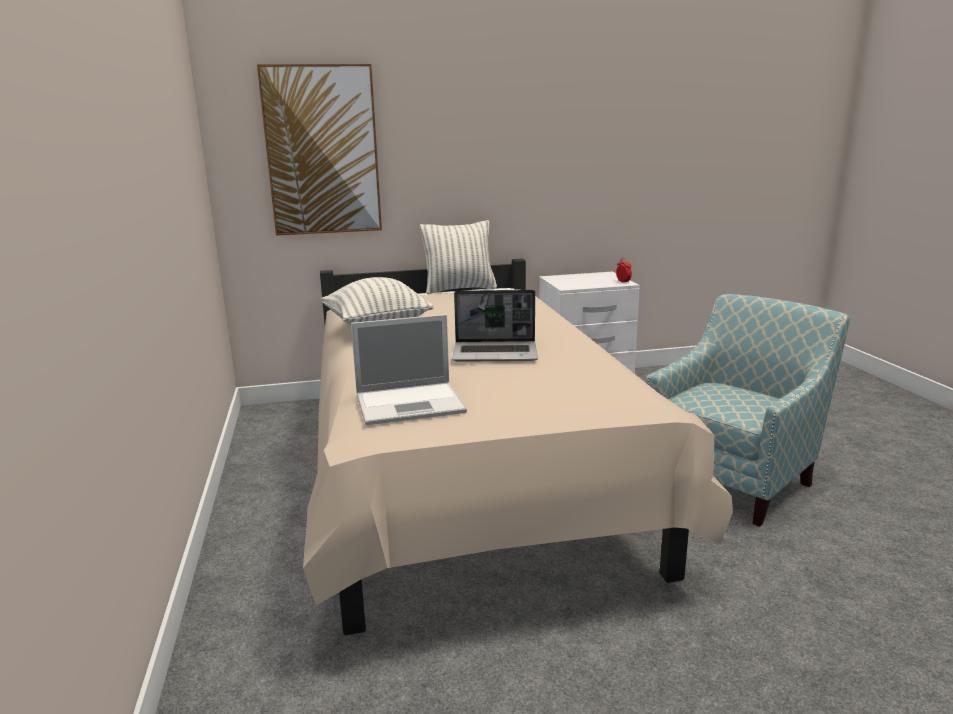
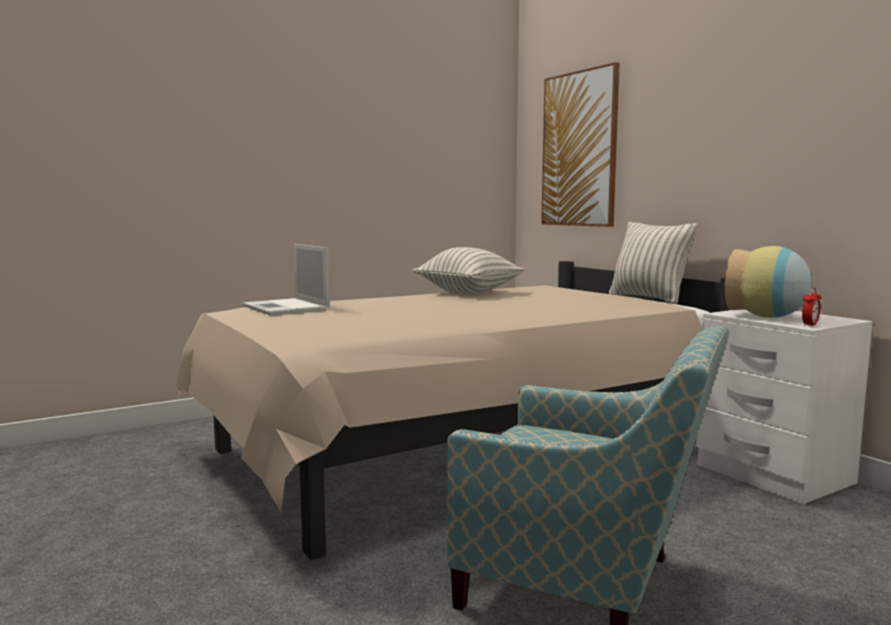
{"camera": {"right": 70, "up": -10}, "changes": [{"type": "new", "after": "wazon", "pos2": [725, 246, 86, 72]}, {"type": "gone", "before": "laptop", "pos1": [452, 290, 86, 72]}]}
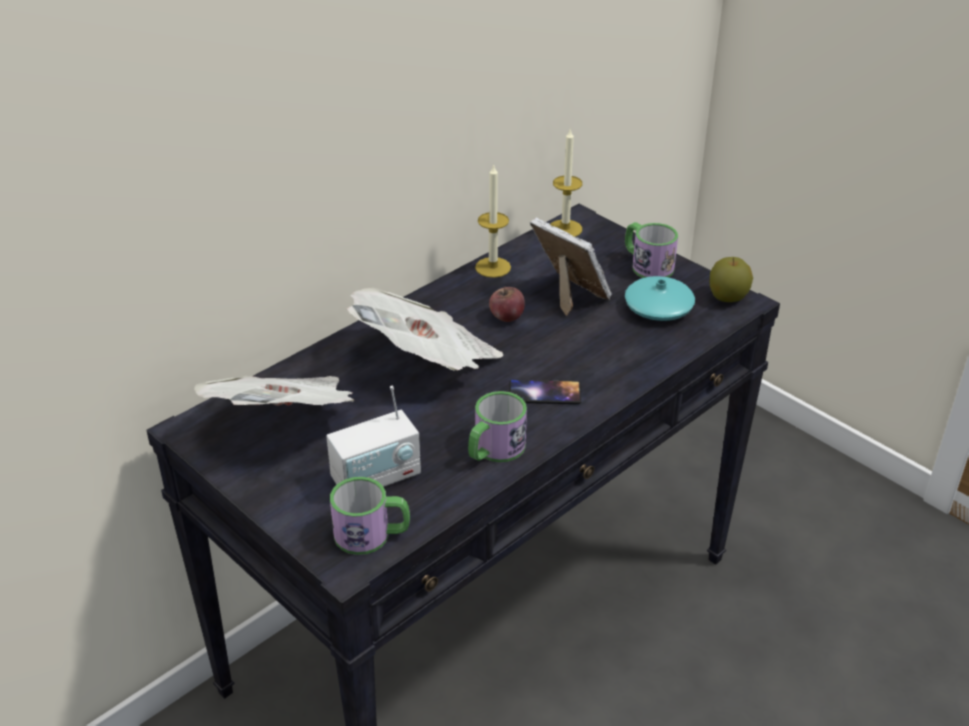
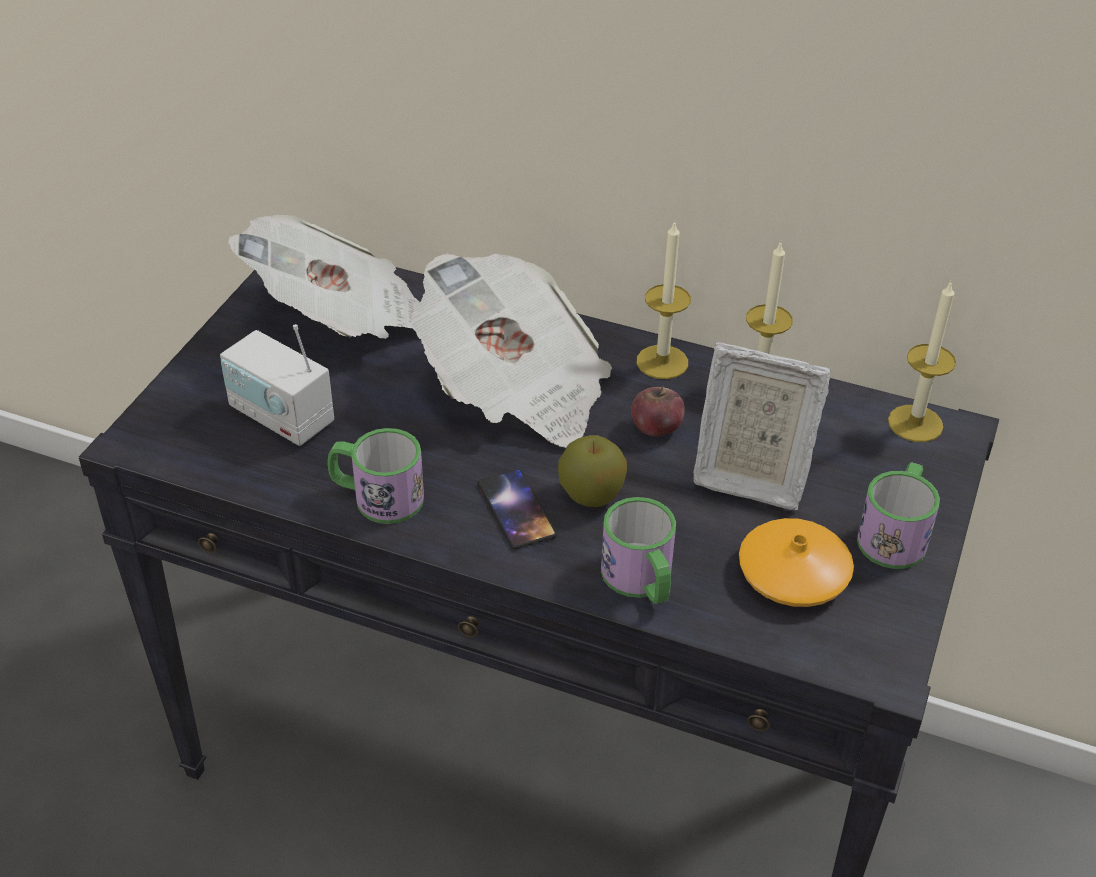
{"camera": {"right": 65, "up": 5}, "changes": [{"type": "shifted", "before": "jabłko", "pos1": [710, 257, 43, 45], "pos2": [558, 435, 69, 72]}, {"type": "shifted", "before": "kubek", "pos1": [330, 477, 80, 78], "pos2": [601, 497, 75, 107]}, {"type": "new", "after": "świeca", "pos2": [637, 220, 54, 159]}, {"type": "rotated", "before": "ramka na zdjęcie", "pos1": [530, 217, 82, 99], "pos2": [693, 342, 138, 168], "turn": 90}, {"type": "repainted", "before": "wazon (turkusowy)", "after": "wazon (pomarańczowy)", "pos1": [625, 276, 70, 45], "pos2": [739, 518, 115, 89]}]}
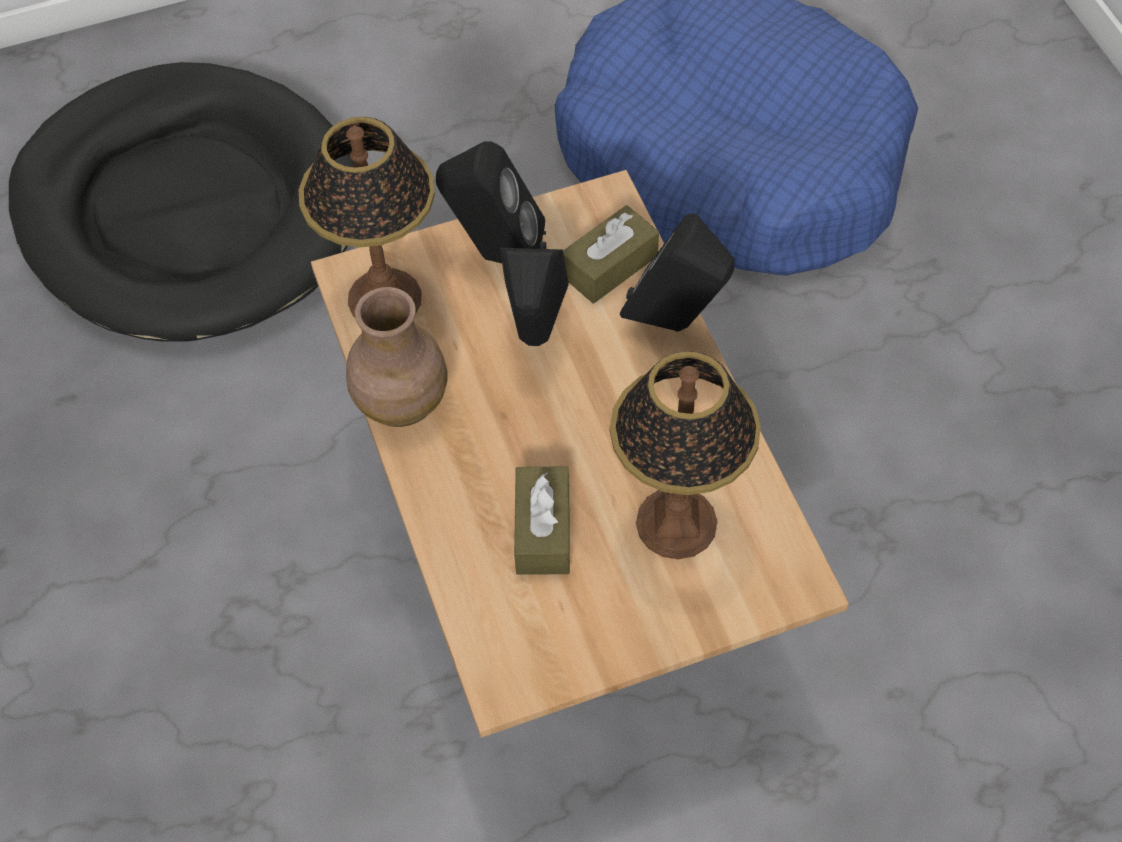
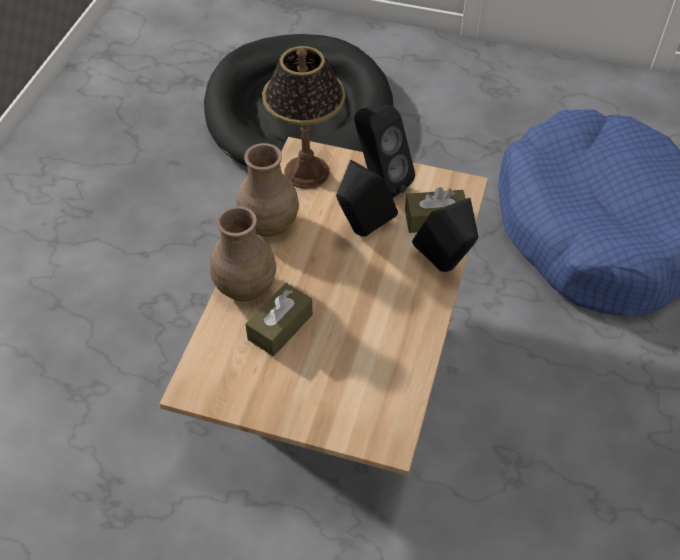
{"camera": {"right": 35, "up": -5}, "changes": [{"type": "new", "after": "wazon (brązowy)", "pos2": [210, 206, 66, 95]}, {"type": "gone", "before": "lampa stołowa", "pos1": [610, 351, 151, 208]}]}
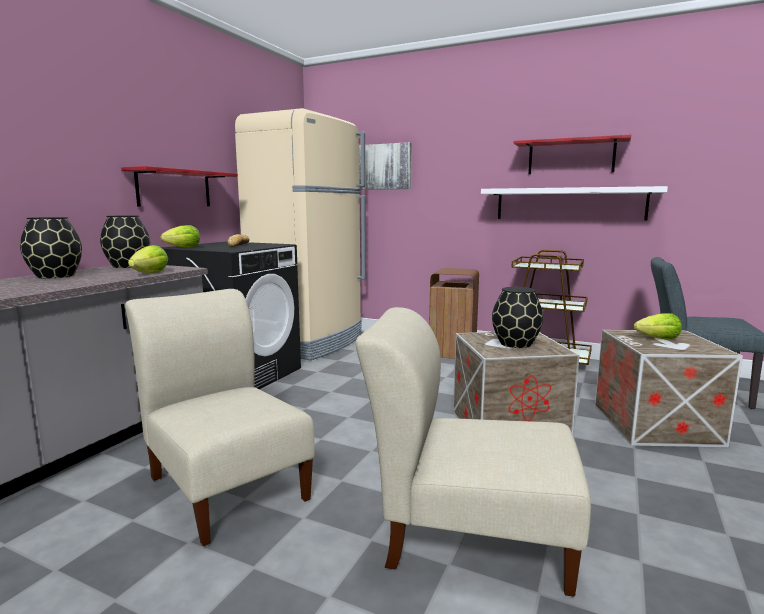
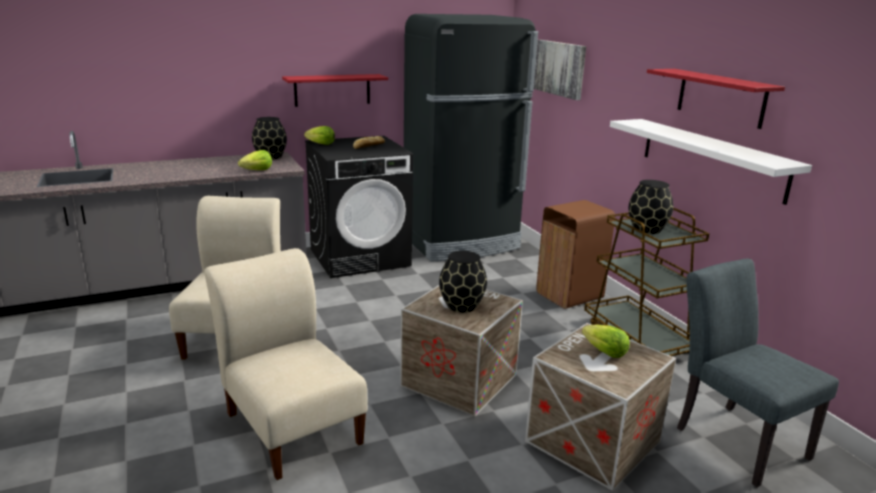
{"camera": {"right": 40, "up": 10}, "changes": [{"type": "repainted", "before": "lodówka (beżowy)", "after": "lodówka (czarny)", "pos1": [235, 108, 131, 252], "pos2": [404, 14, 134, 247]}, {"type": "shifted", "before": "wazon (czarny)", "pos1": [20, 217, 62, 61], "pos2": [629, 180, 44, 54]}]}
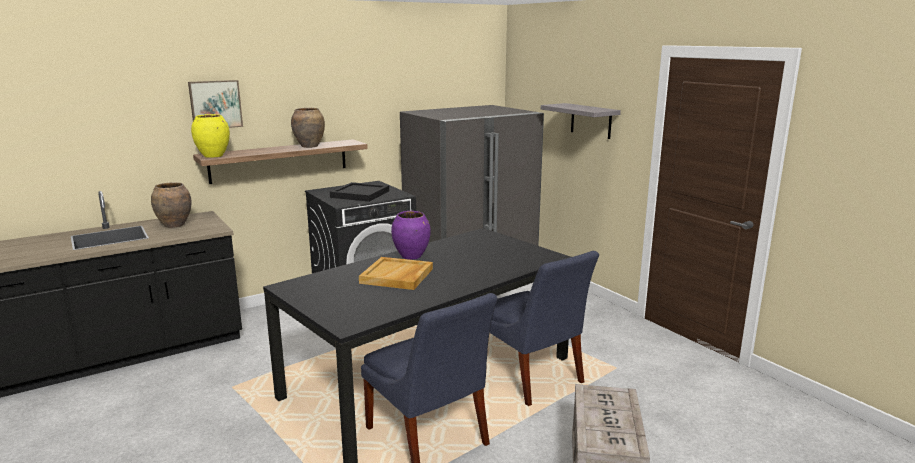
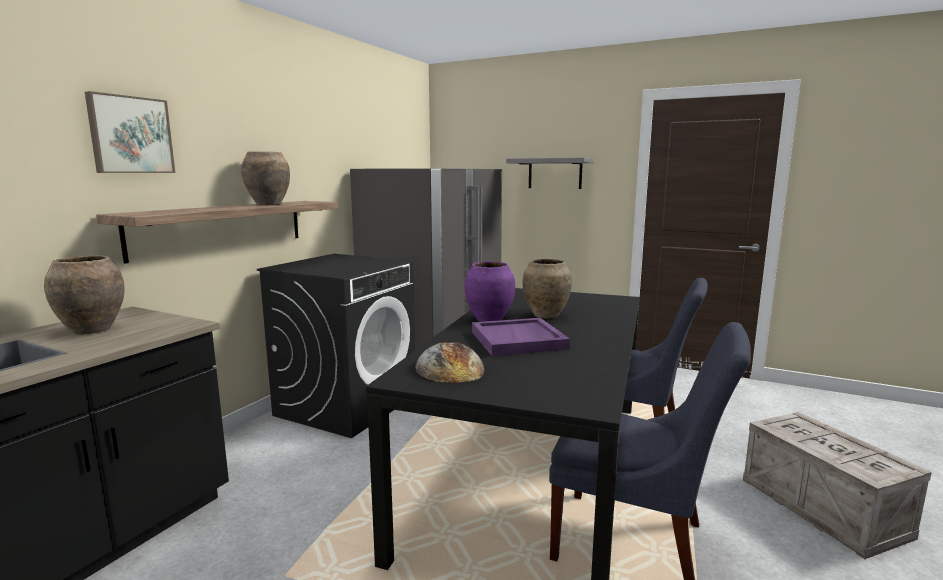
{"camera": {"right": -30, "up": -5}, "changes": [{"type": "new", "after": "chleb", "pos2": [415, 342, 70, 41]}, {"type": "repainted", "before": "taca (beżowy)", "after": "taca (fioletowy)", "pos1": [359, 257, 74, 33], "pos2": [472, 318, 98, 38]}, {"type": "new", "after": "wazon (brązowy)", "pos2": [522, 259, 50, 60]}, {"type": "gone", "before": "wazon (żółty)", "pos1": [191, 114, 39, 44]}, {"type": "gone", "before": "taca (czarny)", "pos1": [330, 182, 59, 20]}]}
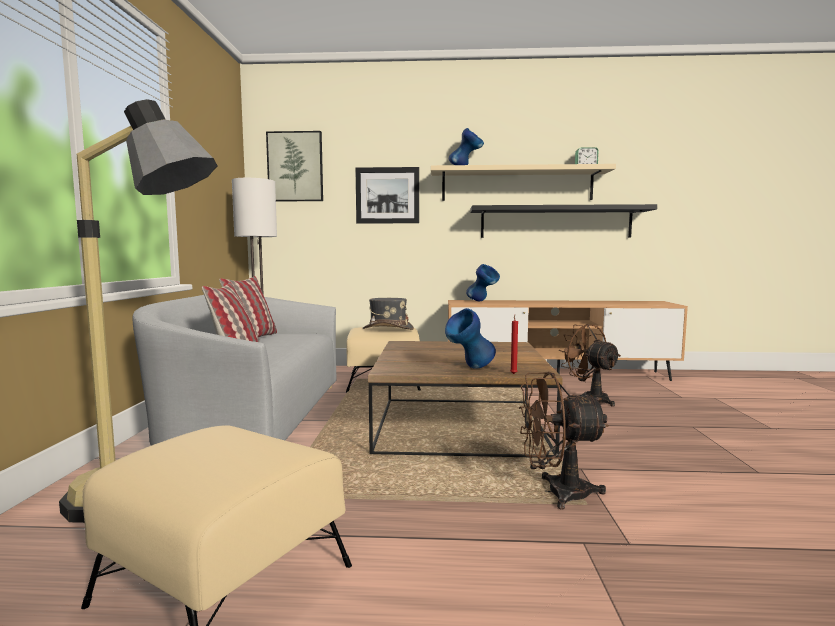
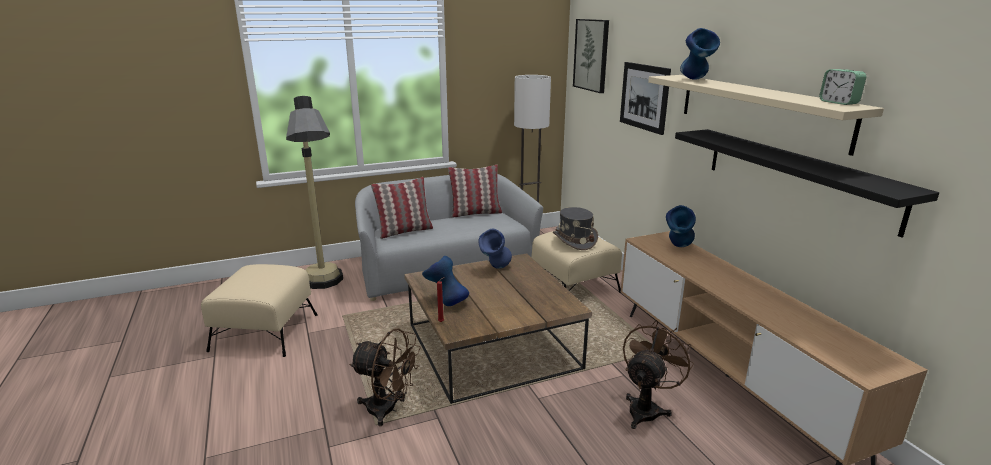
{"camera": {"right": 65, "up": 15}, "changes": [{"type": "rotated", "before": "wentylator (brązowy)", "pos1": [519, 372, 90, 138], "pos2": [349, 328, 72, 98], "turn": 135}, {"type": "new", "after": "wazon (niebieski)", "pos2": [478, 228, 34, 41]}]}
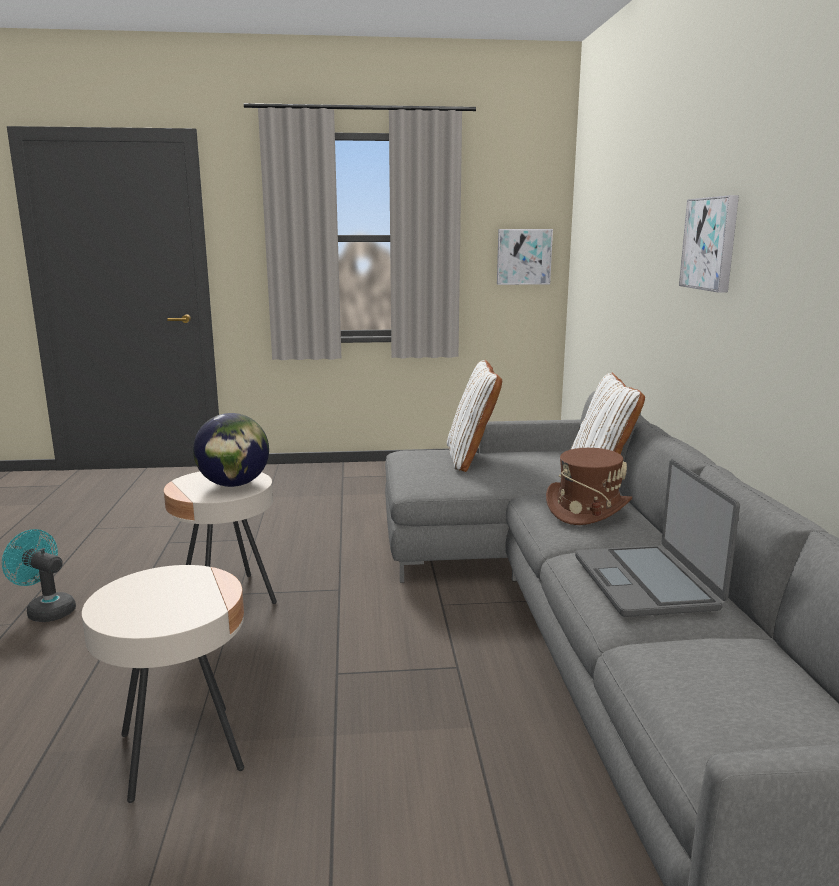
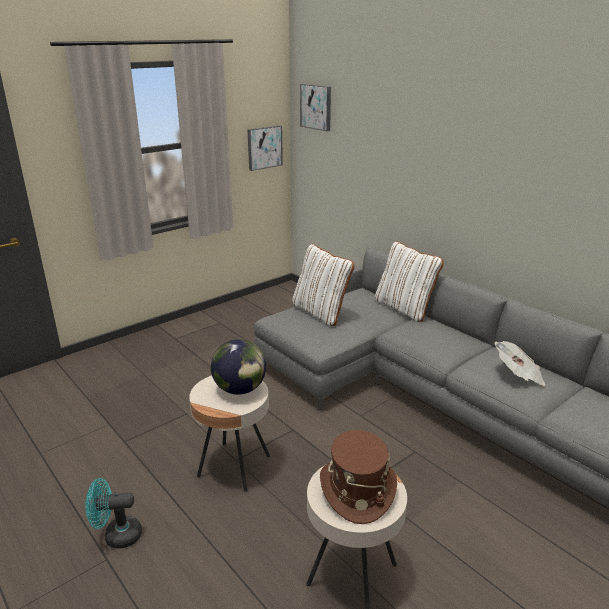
{"camera": {"right": -35, "up": 10}, "changes": [{"type": "shifted", "before": "obraz", "pos1": [679, 195, 60, 98], "pos2": [300, 84, 31, 47]}, {"type": "shifted", "before": "kapelusz (brązowy)", "pos1": [546, 448, 86, 77], "pos2": [320, 430, 77, 94]}, {"type": "swapped", "before": "laptop", "after": "gazeta", "pos1": [575, 459, 165, 158], "pos2": [495, 341, 50, 45]}]}
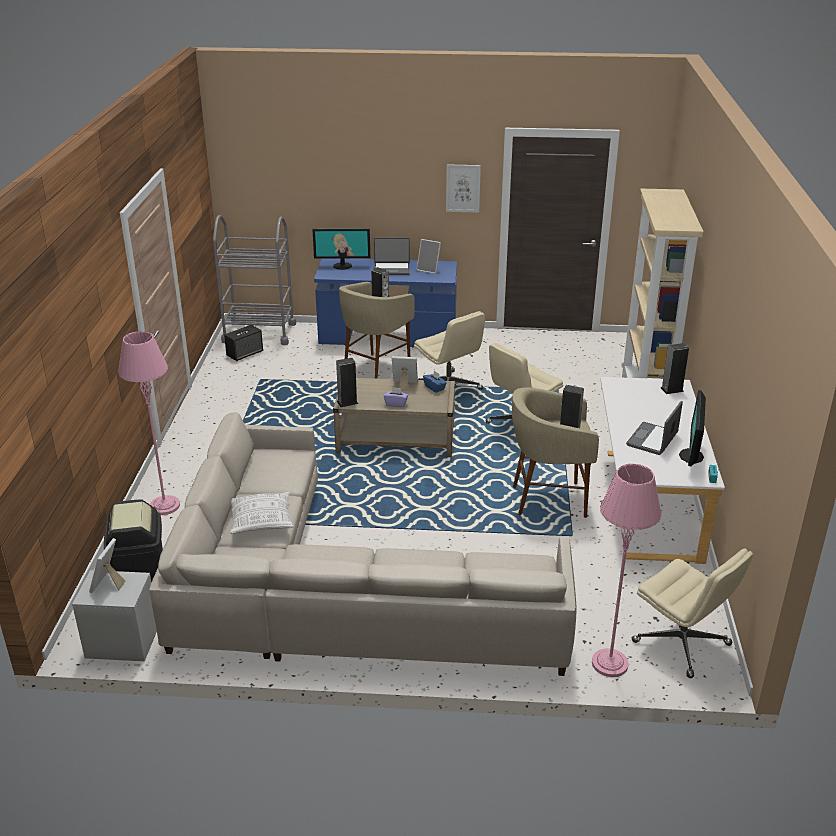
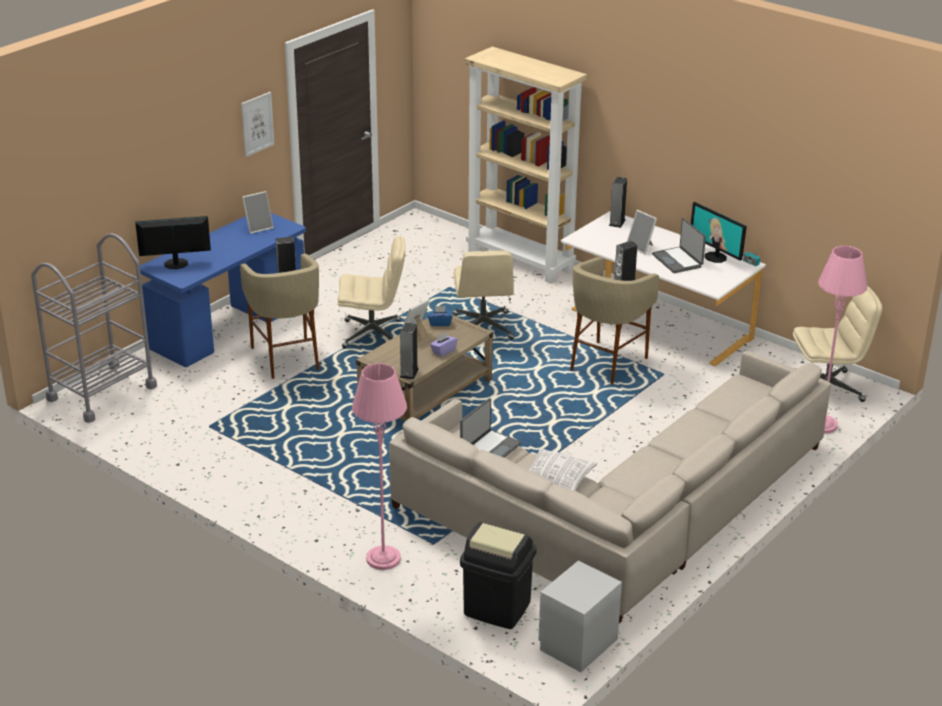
{"camera": {"right": -55, "up": 0}, "changes": [{"type": "rotated", "before": "monitor", "pos1": [312, 228, 58, 42], "pos2": [135, 216, 76, 53], "turn": -135}, {"type": "shifted", "before": "laptop", "pos1": [374, 238, 36, 37], "pos2": [460, 398, 61, 60]}, {"type": "shifted", "before": "ramka na zdjęcie", "pos1": [89, 538, 36, 55], "pos2": [627, 210, 30, 44]}, {"type": "gone", "before": "głośnik", "pos1": [224, 325, 39, 36]}]}
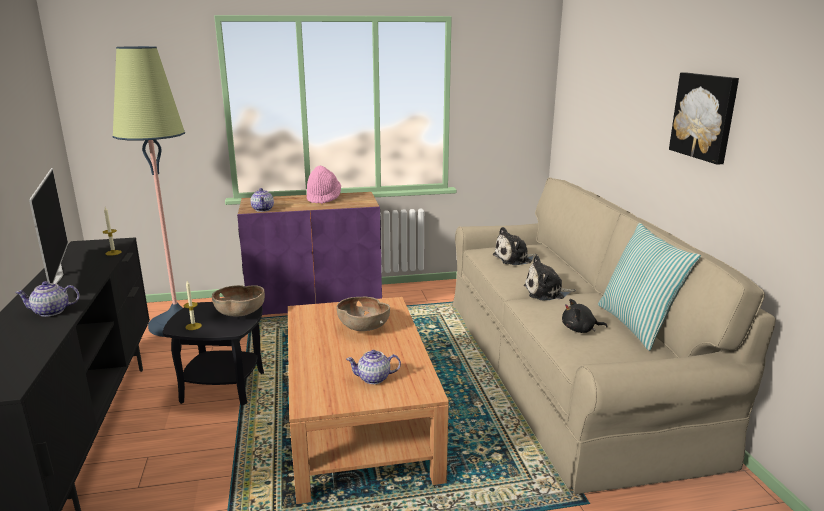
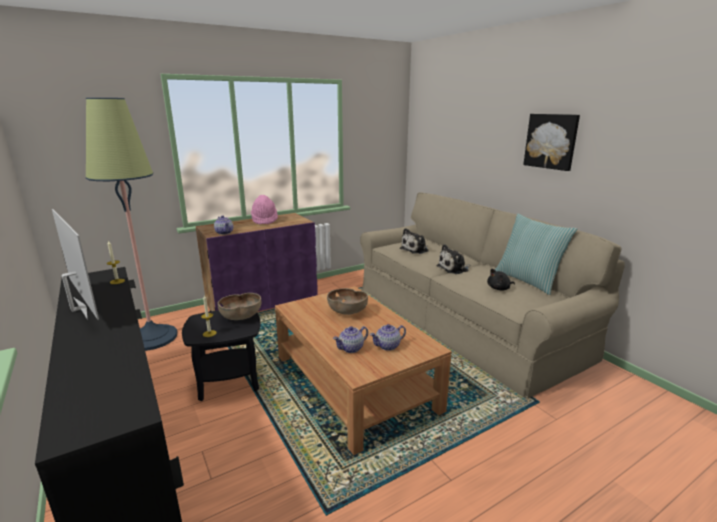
{"camera": {"right": -20, "up": 0}, "changes": [{"type": "shifted", "before": "imbryk", "pos1": [15, 281, 65, 36], "pos2": [333, 326, 35, 27]}]}
